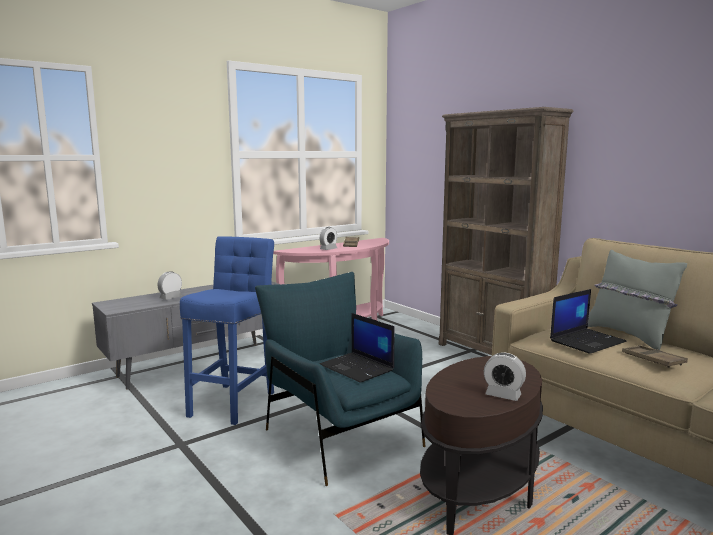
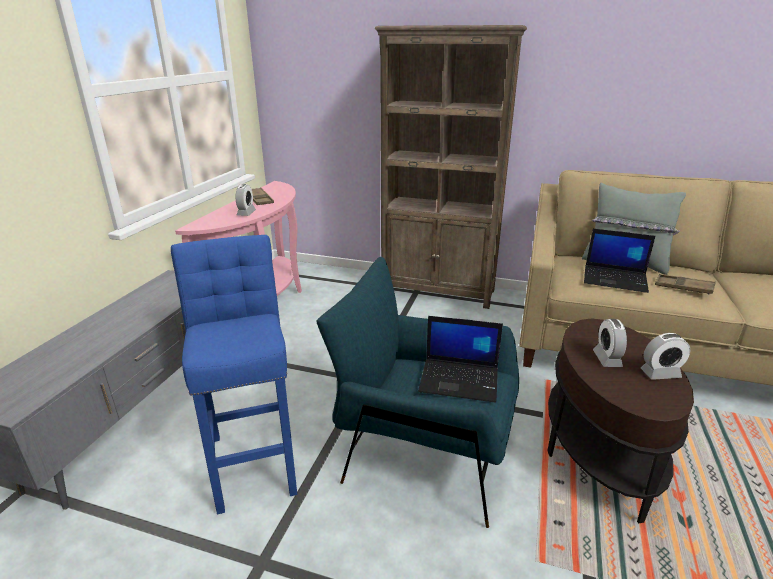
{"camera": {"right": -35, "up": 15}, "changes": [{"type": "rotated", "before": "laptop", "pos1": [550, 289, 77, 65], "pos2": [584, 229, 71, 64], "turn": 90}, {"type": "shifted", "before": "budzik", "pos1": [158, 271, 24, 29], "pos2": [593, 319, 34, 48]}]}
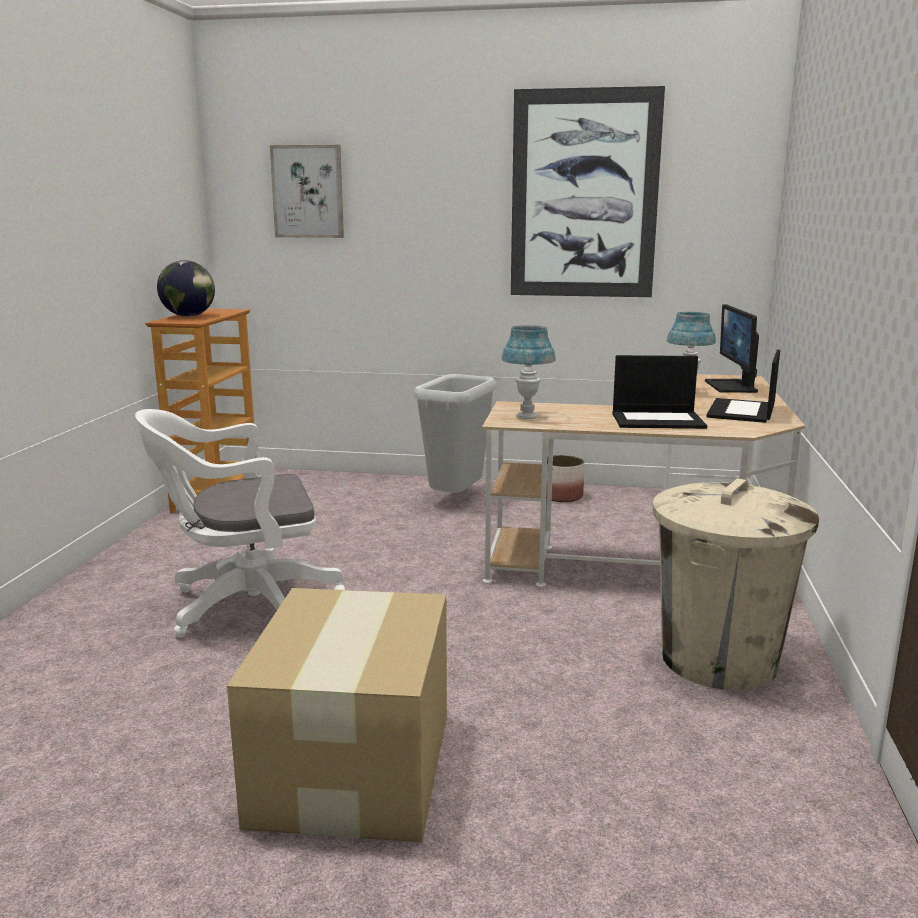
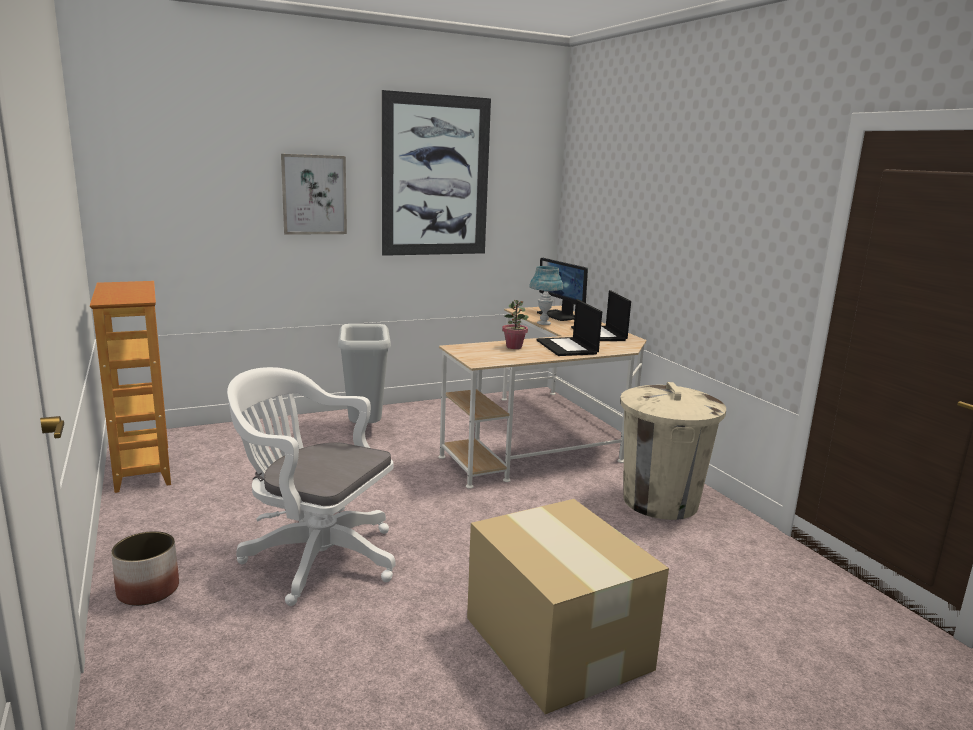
{"camera": {"right": -35, "up": 0}, "changes": [{"type": "shifted", "before": "donica", "pos1": [546, 455, 38, 47], "pos2": [111, 531, 68, 75]}, {"type": "rotated", "before": "krzesło biurowe (biały)", "pos1": [135, 409, 210, 229], "pos2": [227, 367, 168, 239], "turn": 75}, {"type": "shifted", "before": "obraz", "pos1": [270, 145, 74, 93], "pos2": [281, 154, 66, 81]}, {"type": "new", "after": "roślina doniczkowa", "pos2": [502, 300, 27, 49]}, {"type": "rotated", "before": "laptop", "pos1": [612, 355, 95, 74], "pos2": [537, 299, 65, 57], "turn": 105}, {"type": "gone", "before": "globus", "pos1": [157, 260, 58, 57]}, {"type": "gone", "before": "lampa stołowa (niebieski)", "pos1": [502, 325, 54, 94]}]}
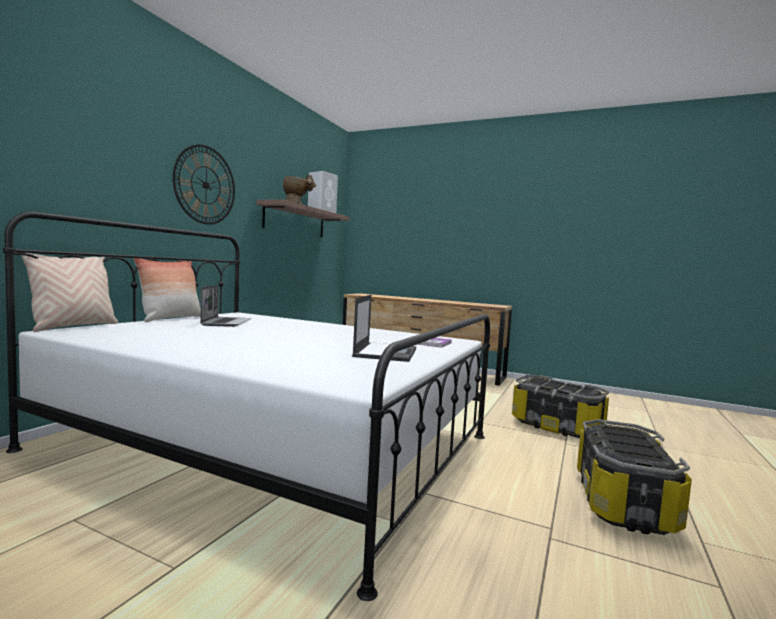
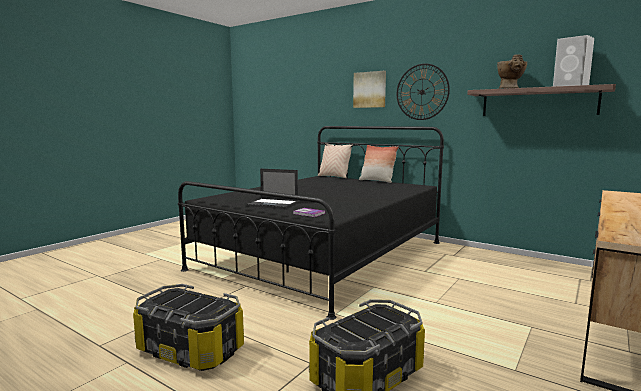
{"camera": {"right": 100, "up": 5}, "changes": [{"type": "repainted", "before": "łóżko (biały)", "after": "łóżko (czarny)", "pos1": [3, 211, 487, 390], "pos2": [178, 126, 266, 194]}, {"type": "new", "after": "obraz", "pos2": [353, 71, 33, 37]}, {"type": "gone", "before": "laptop", "pos1": [200, 285, 51, 42]}]}
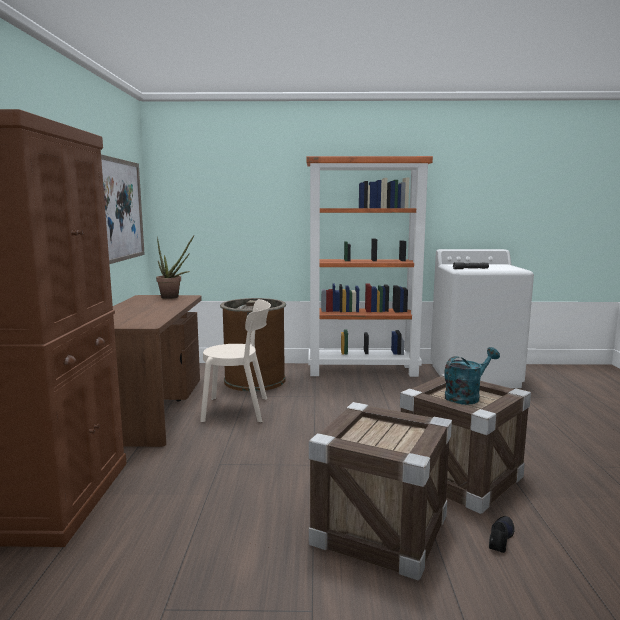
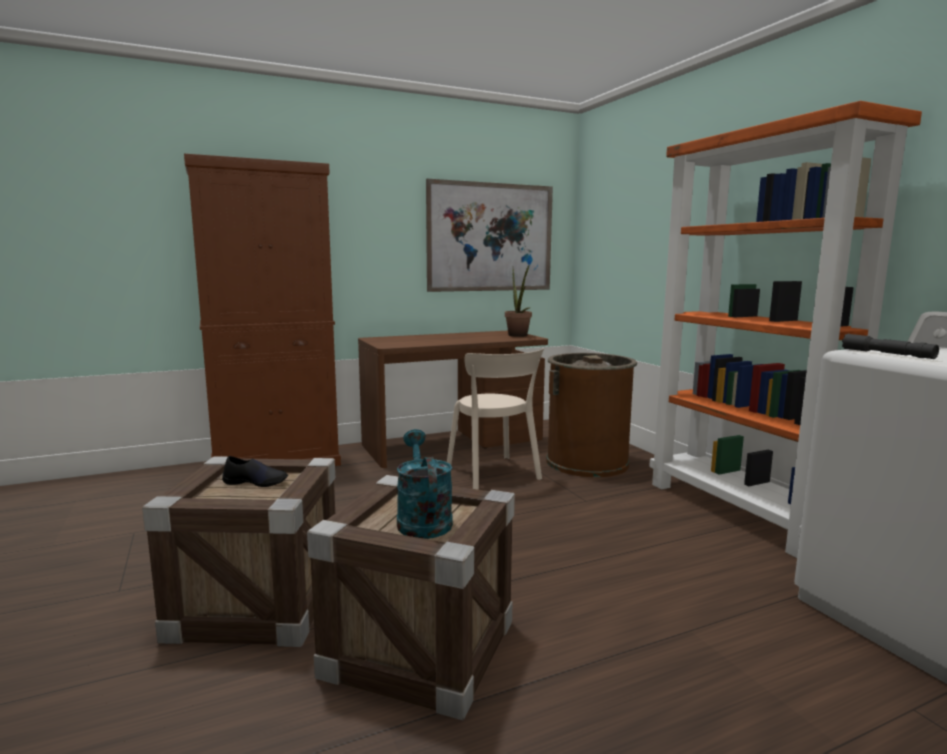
{"camera": {"right": 65, "up": 0}, "changes": [{"type": "shifted", "before": "but (czarny)", "pos1": [489, 516, 26, 37], "pos2": [222, 456, 66, 31]}, {"type": "rotated", "before": "konewka (turkusowy)", "pos1": [444, 347, 56, 58], "pos2": [397, 429, 56, 110], "turn": -135}]}
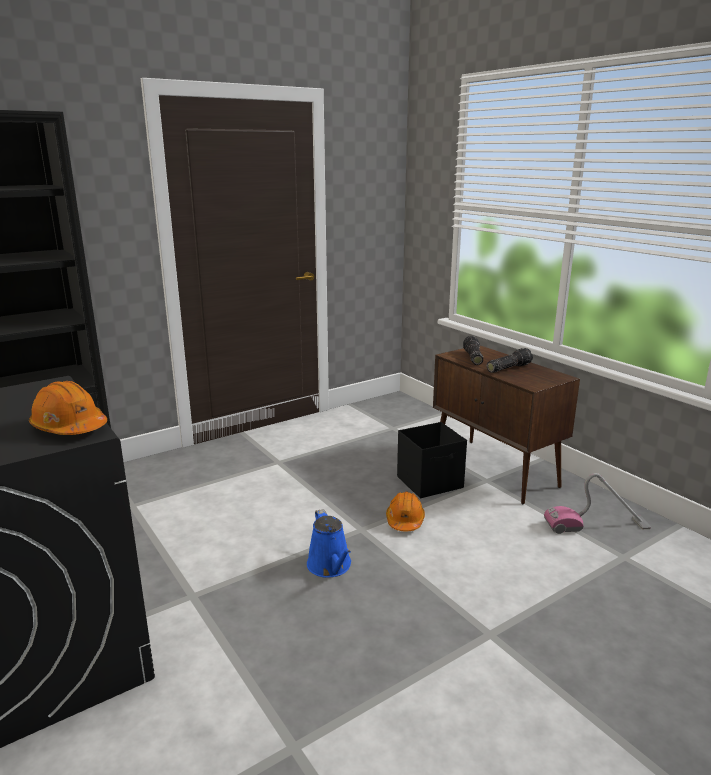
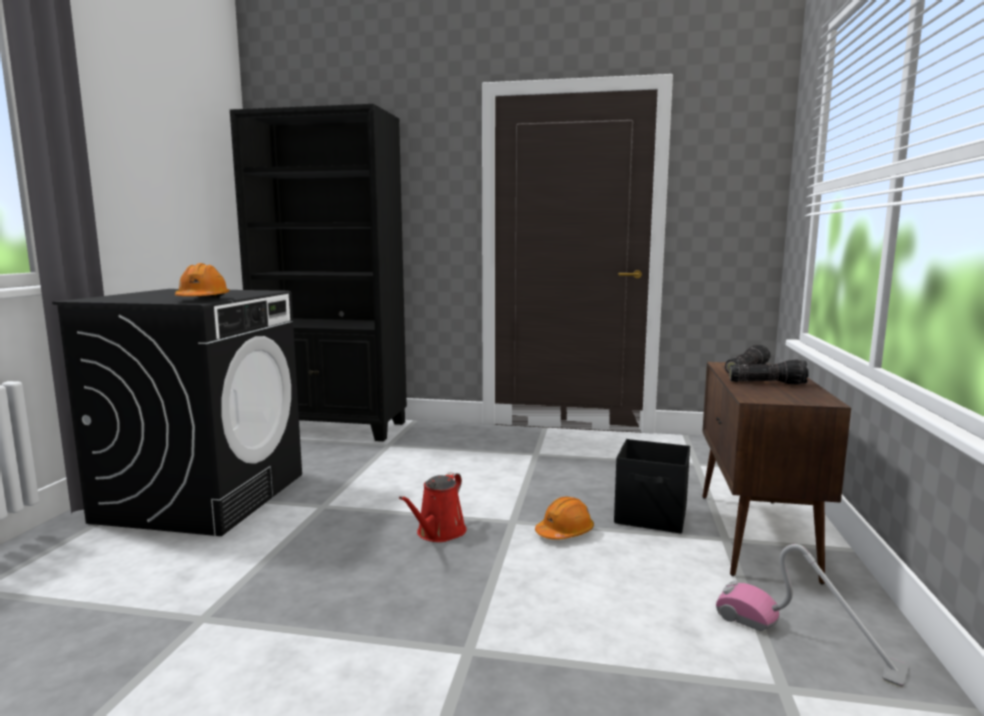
{"camera": {"right": 45, "up": -10}, "changes": [{"type": "repainted", "before": "konewka (niebieski)", "after": "konewka (czerwony)", "pos1": [307, 509, 44, 69], "pos2": [399, 472, 67, 70]}]}
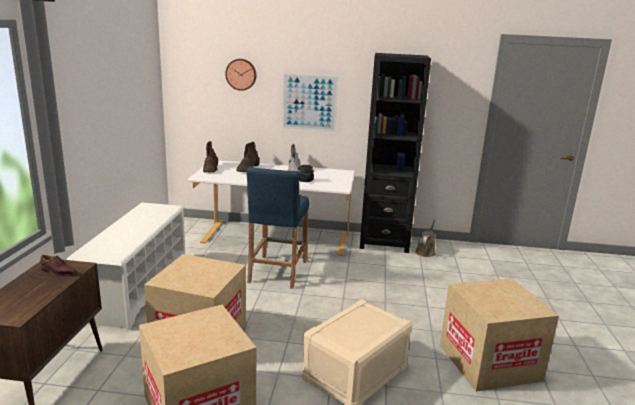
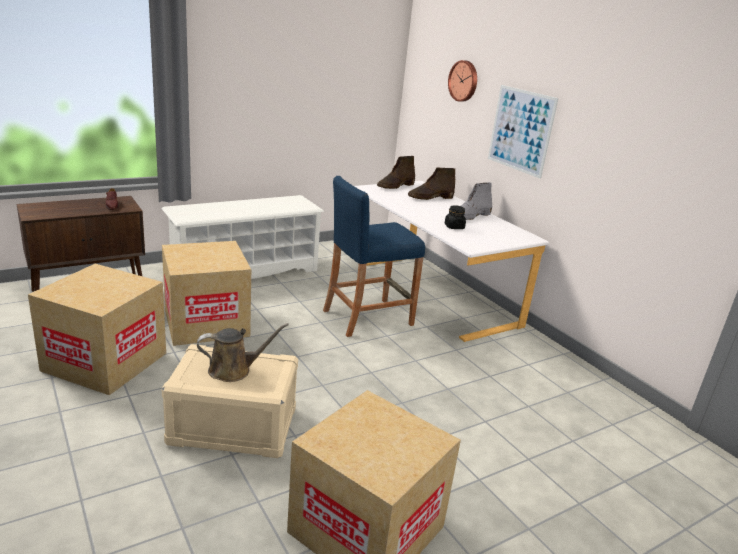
{"camera": {"right": 50, "up": 5}, "changes": [{"type": "shifted", "before": "konewka (brązowy)", "pos1": [415, 220, 21, 37], "pos2": [197, 323, 92, 59]}, {"type": "gone", "before": "regał (czarny)", "pos1": [360, 53, 71, 200]}]}
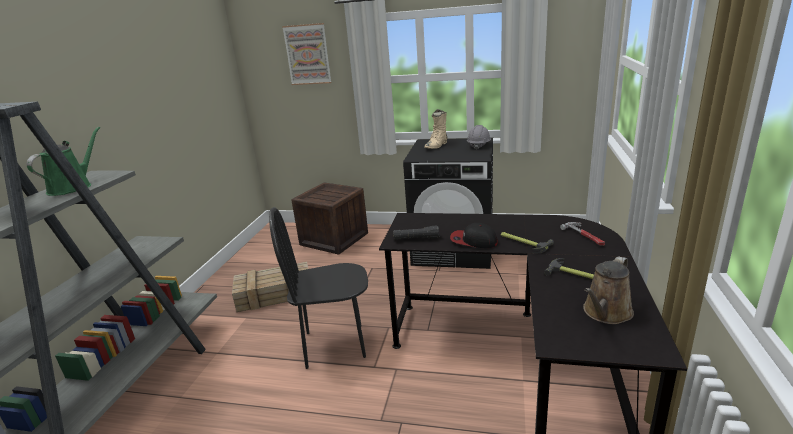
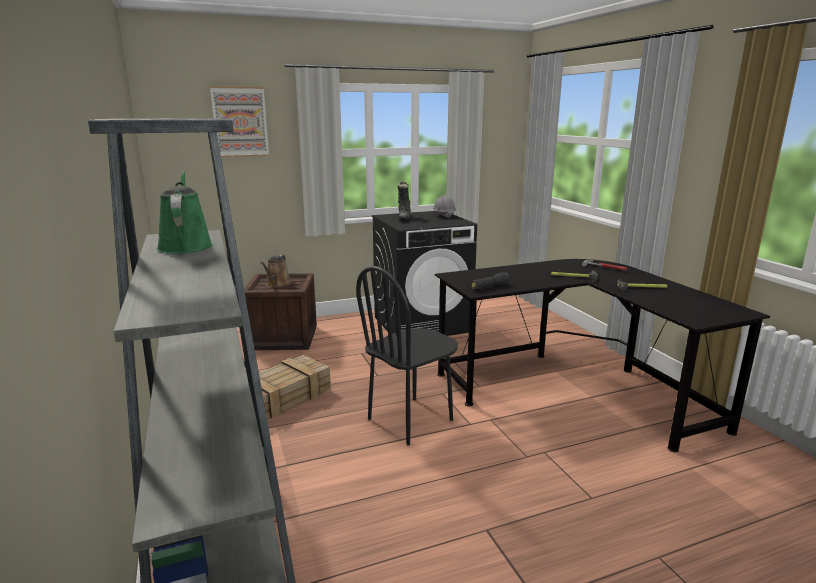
{"camera": {"right": -35, "up": -5}, "changes": [{"type": "shifted", "before": "konewka (brązowy)", "pos1": [583, 256, 51, 68], "pos2": [260, 255, 32, 33]}, {"type": "repainted", "before": "but z cholewką (beżowy)", "after": "but z cholewką (czarny)", "pos1": [424, 109, 23, 40], "pos2": [398, 182, 13, 38]}, {"type": "gone", "before": "czapka z daszkiem", "pos1": [450, 223, 48, 25]}]}
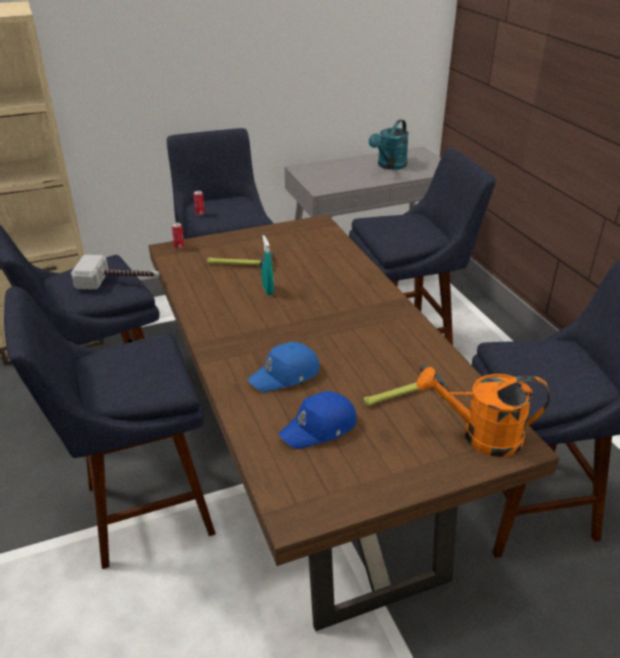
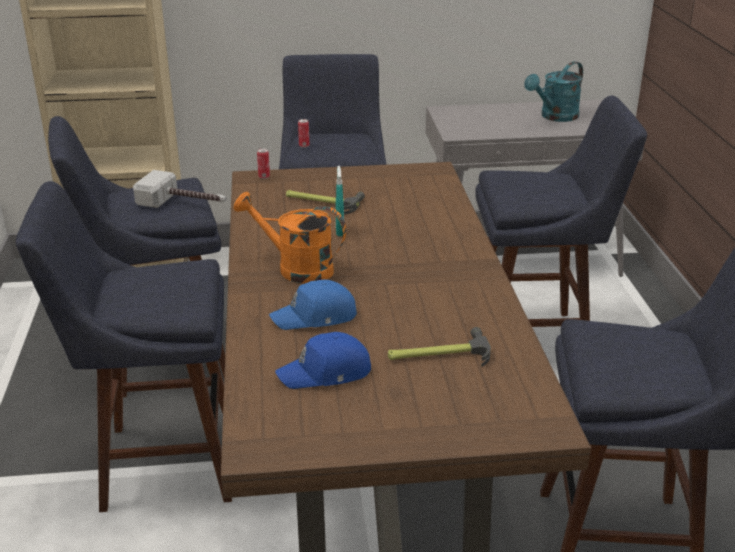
{"camera": {"right": 15, "up": -5}, "changes": [{"type": "shifted", "before": "konewka (pomarańczowy)", "pos1": [417, 367, 133, 90], "pos2": [233, 192, 113, 91]}]}
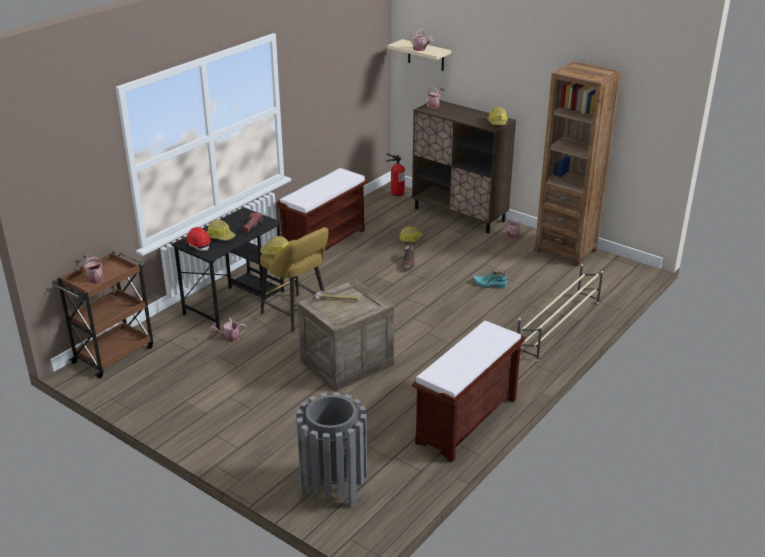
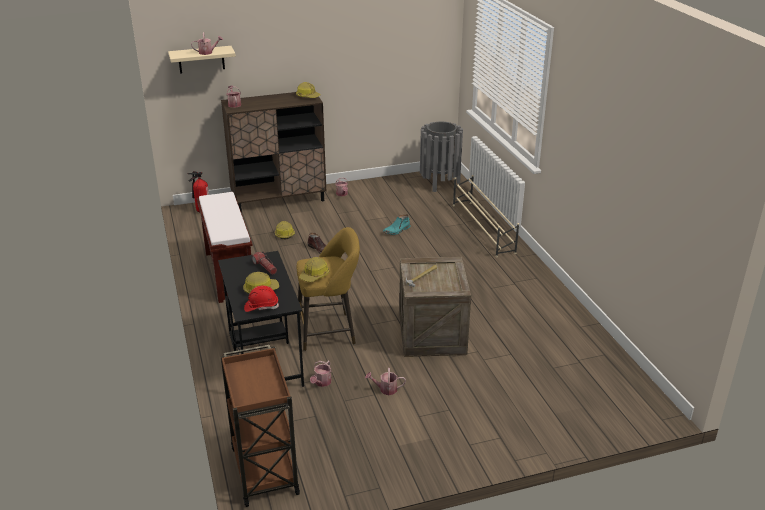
{"camera": {"right": -55, "up": 0}, "changes": [{"type": "shifted", "before": "konewka", "pos1": [82, 254, 22, 29], "pos2": [365, 368, 41, 27]}, {"type": "shifted", "before": "kosz na śmieci (szary)", "pos1": [296, 392, 71, 116], "pos2": [420, 121, 43, 71]}, {"type": "gone", "before": "ławka (brązowy)", "pos1": [412, 321, 113, 141]}, {"type": "gone", "before": "regał (brązowy)", "pos1": [535, 62, 86, 204]}]}
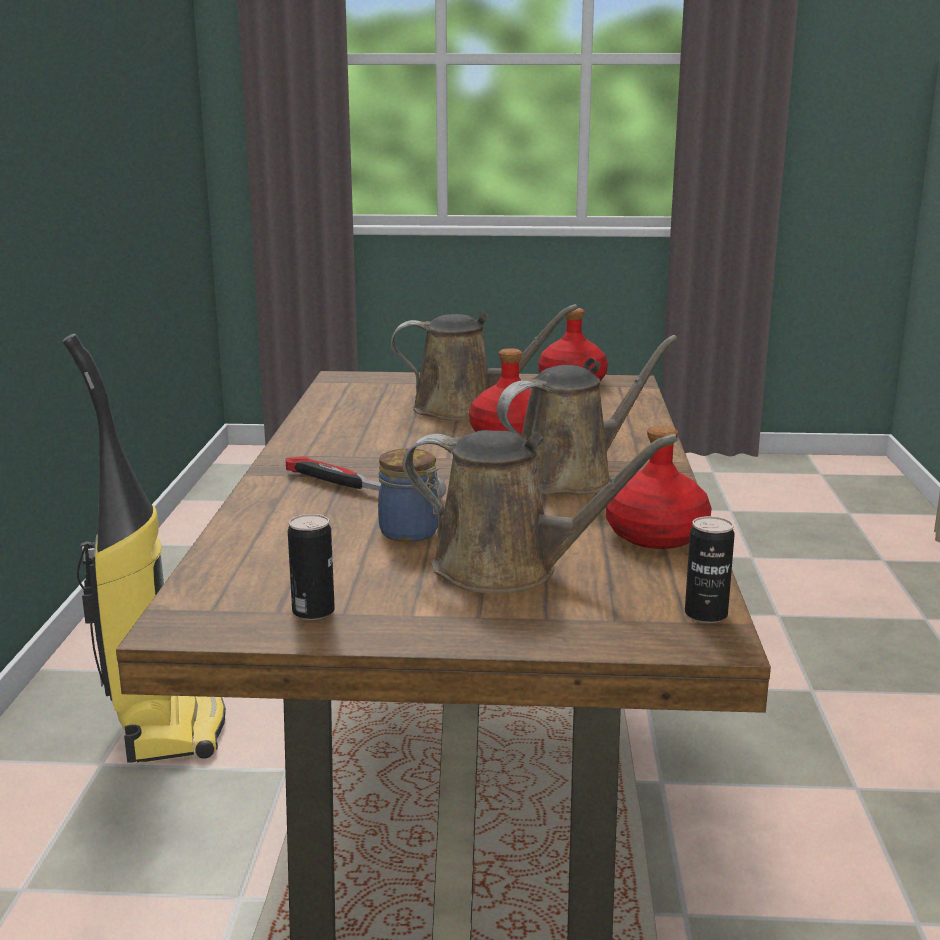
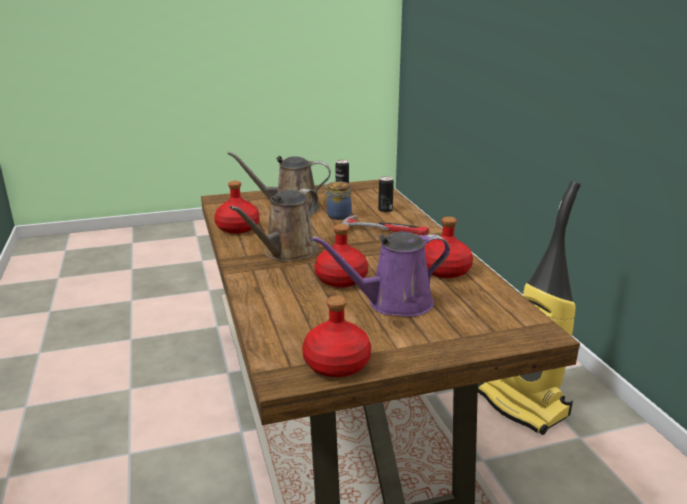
{"camera": {"right": 160, "up": 5}, "changes": [{"type": "repainted", "before": "konewka (brązowy)", "after": "konewka (fioletowy)", "pos1": [390, 304, 188, 117], "pos2": [311, 231, 139, 86]}, {"type": "shifted", "before": "puszka", "pos1": [685, 516, 50, 107], "pos2": [378, 176, 16, 37]}, {"type": "new", "after": "butelka (czerwony)", "pos2": [425, 216, 48, 62]}]}
